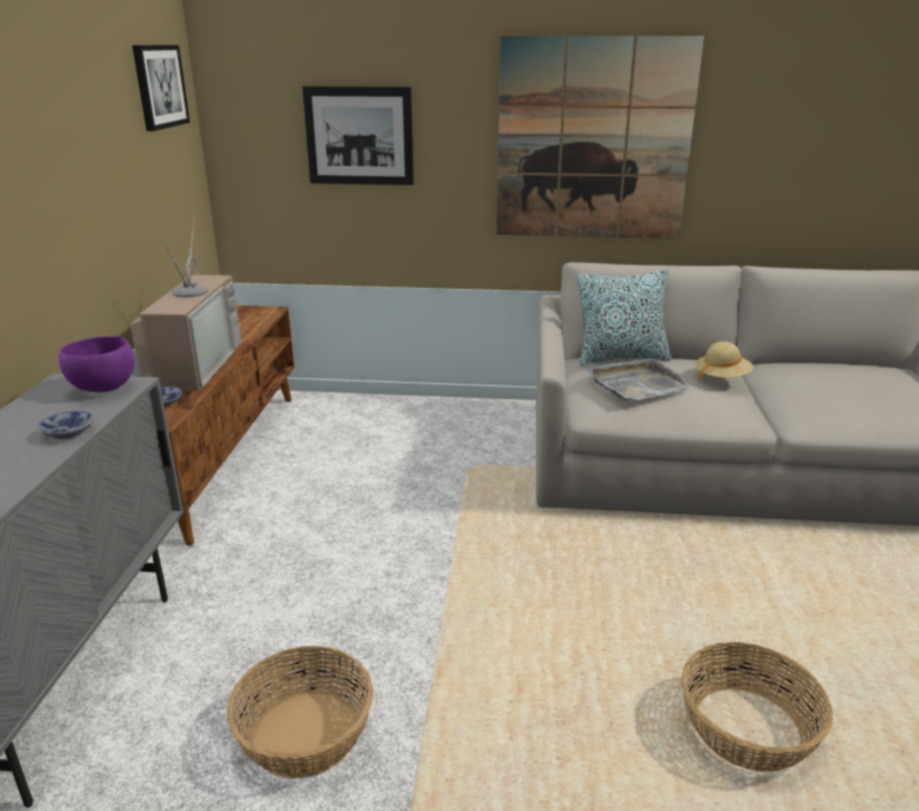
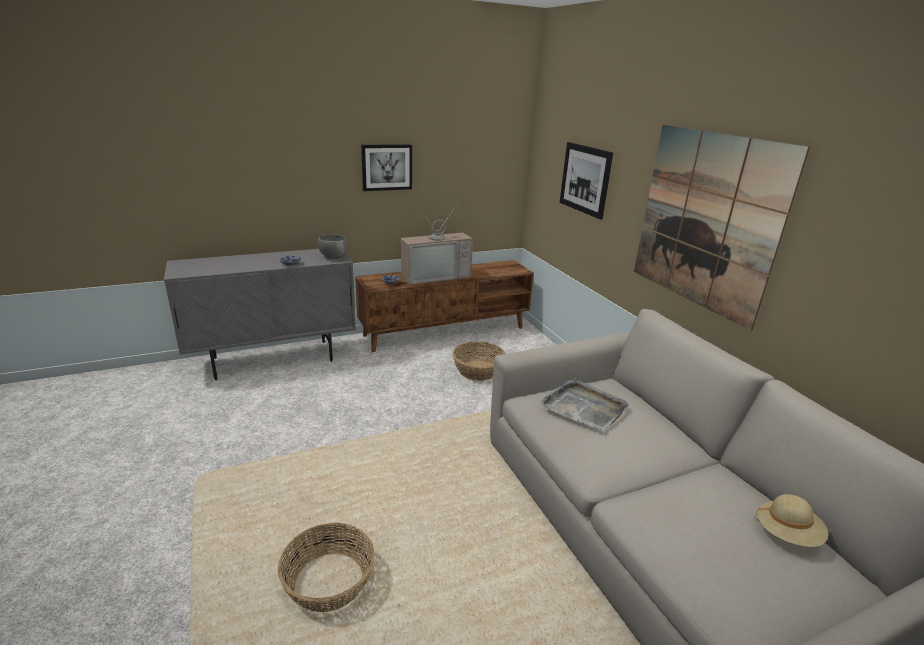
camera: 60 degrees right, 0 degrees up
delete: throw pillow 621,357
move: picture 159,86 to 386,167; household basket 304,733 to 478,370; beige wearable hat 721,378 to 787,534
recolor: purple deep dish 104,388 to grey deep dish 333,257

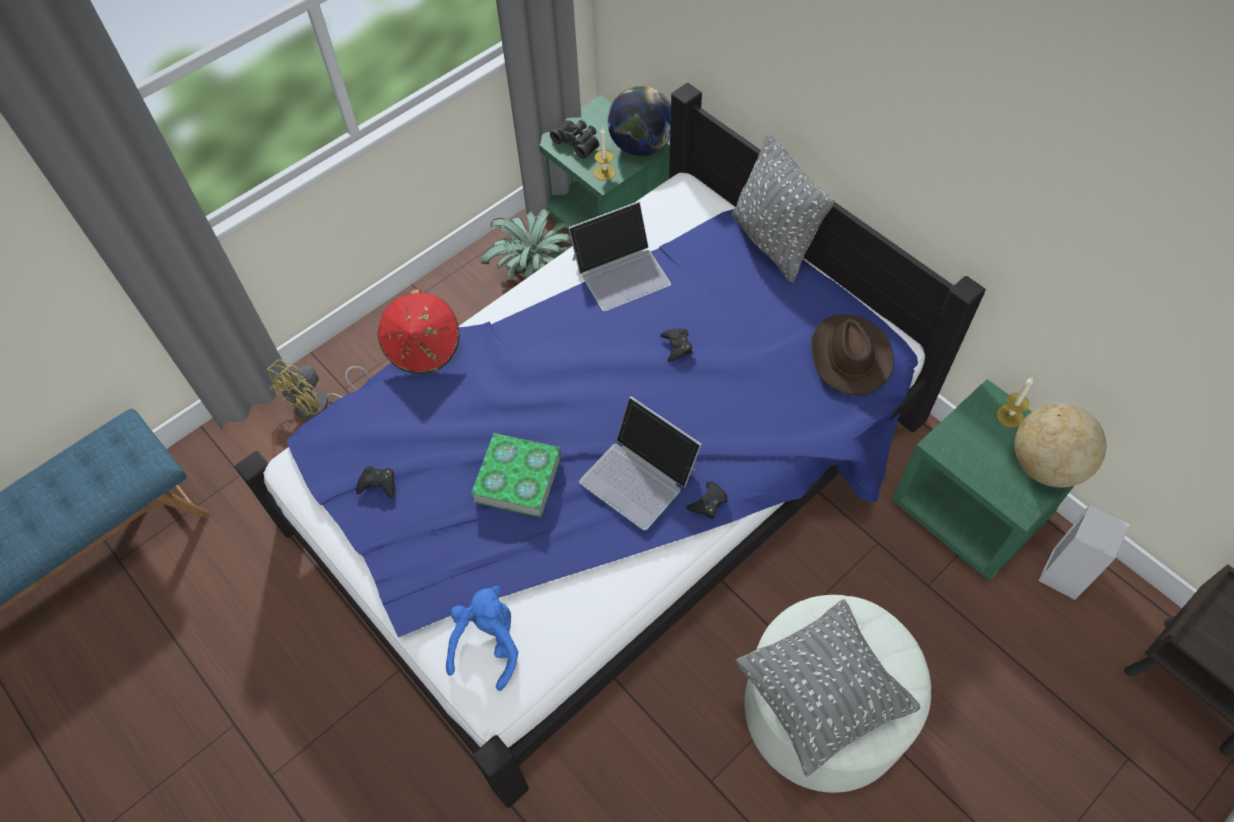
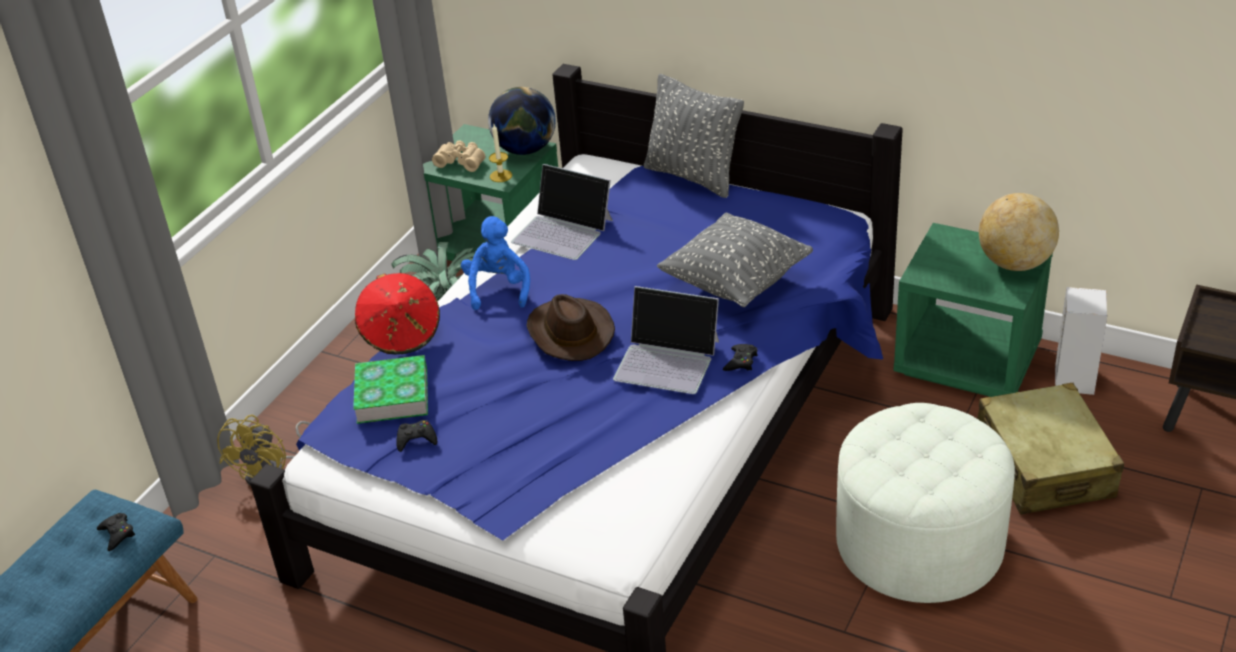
camera: 20 degrees left, 20 degrees down
delete: wax light 1009,416
insert: beige travel case 1044,465
move: blue-coloured plush toy 488,643 to 498,289; book 518,478 to 392,395; black game controller 676,346 to 117,534; grey throw pillow 821,694 to 735,283; brown wearable hat 849,356 to 569,332
recolor: black binoculars 578,142 to beige binoculars 461,161
rotate: laptop 621,270 = 563,231 75 degrees clockwise

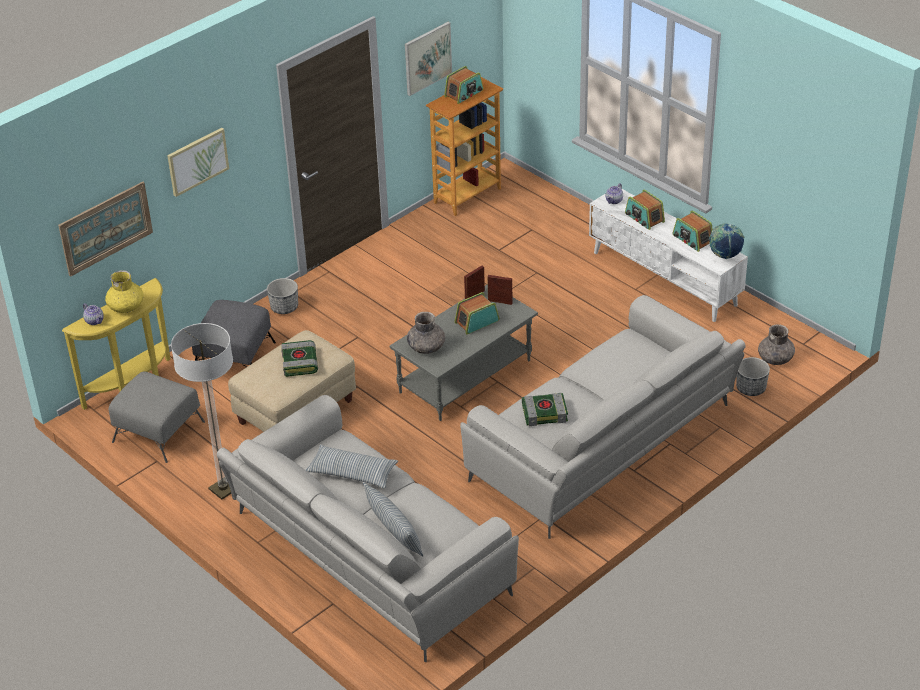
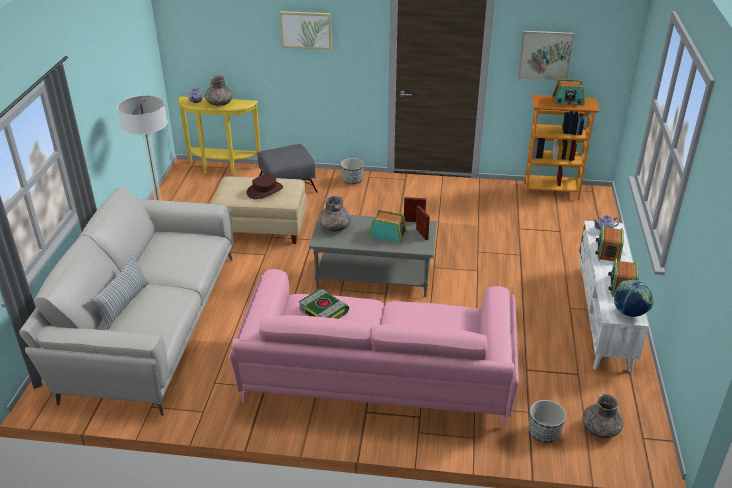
camera: 50 degrees right, 5 degrees down
delete: picture 106,228; grey footrest 158,431; throw pillow 352,473
replace: book 300,363 to brown wearable hat 265,190
recolor: yellow-coloured decorative vase 126,306 to grey decorative vase 219,103; grey couch 603,445 to pink-coloured couch 376,380

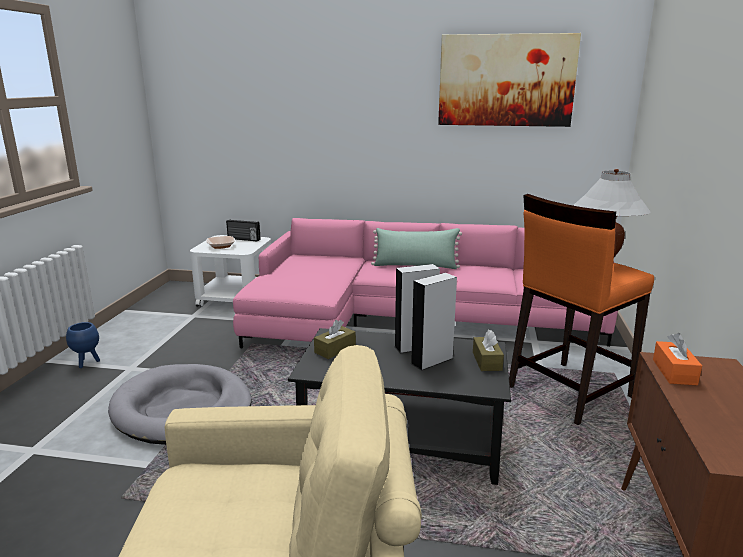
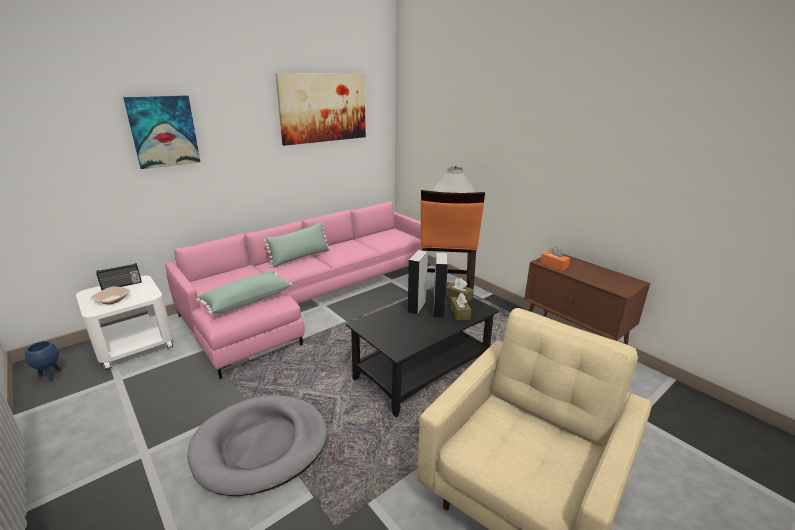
camera: 50 degrees left, 5 degrees up
insert: picture 163,131; greenish throw pillow 247,300
move: blue-coloured flower pot 87,363 to 50,375; brown tissue holder 335,349 to 459,313

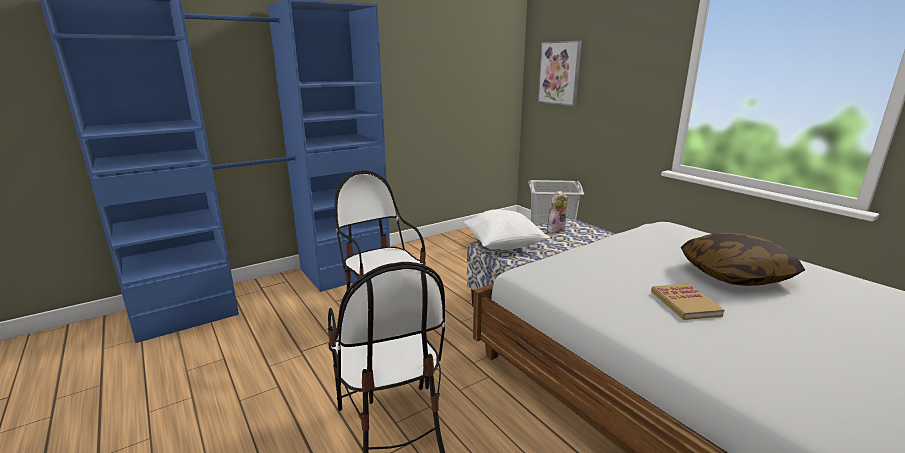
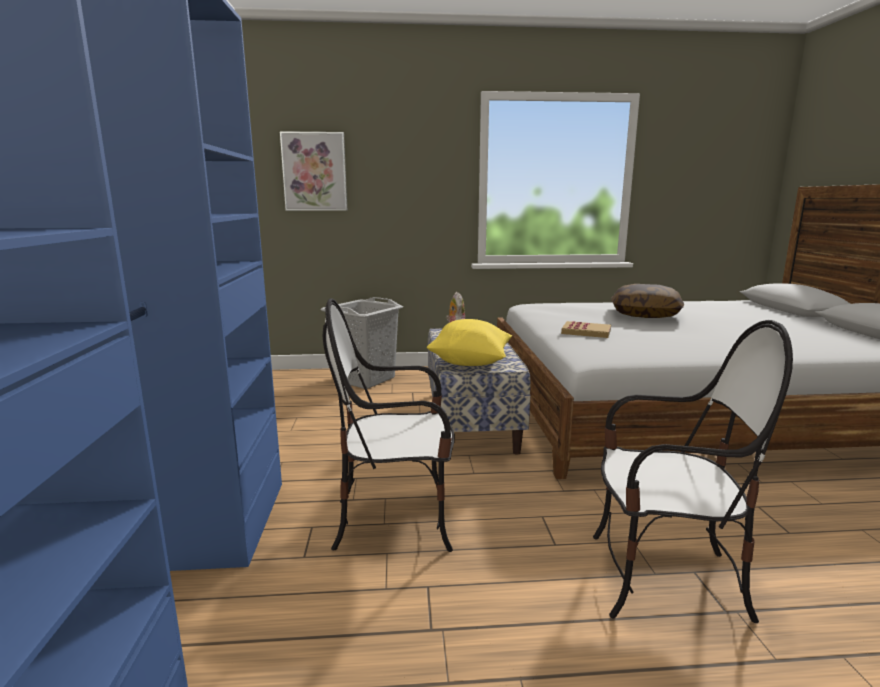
camera: 60 degrees left, 5 degrees down
move: book 685,303 to 586,332
recolor: whitish throw pillow 503,246 to yellow-coloured throw pillow 471,363

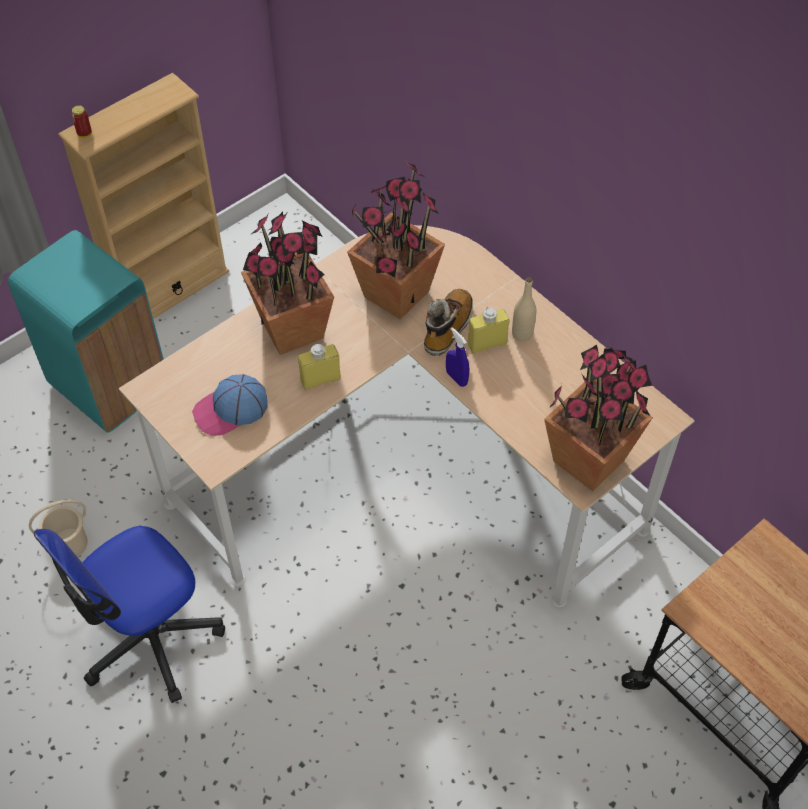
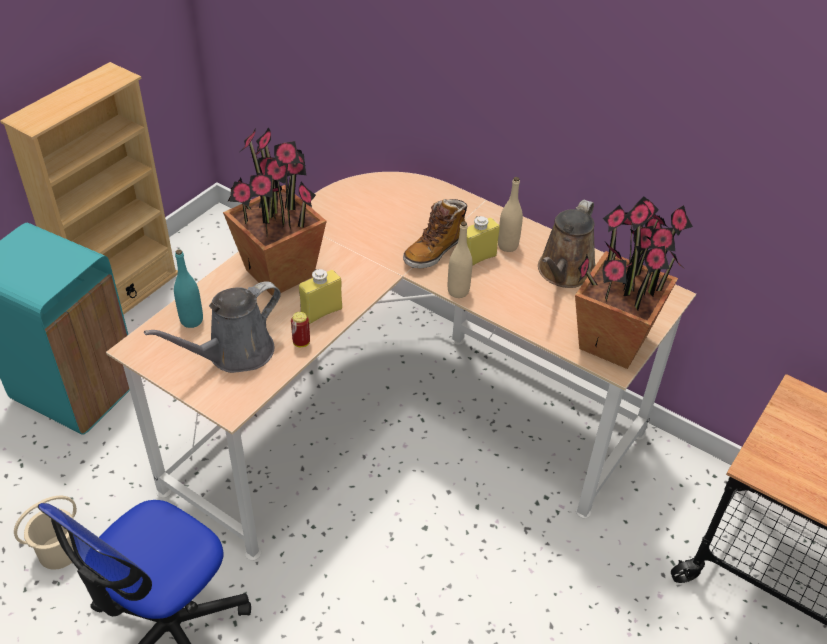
camera: 15 degrees left, 10 degrees down
delete: potted plant 395,294
insert: turquoise-coloured beverage bottle 191,320; brown watering can 564,272
move: sealed can 84,134 to 301,343
replace: peaked cap 231,410 to grey watering can 234,353; blue-coloured hand sprayer 456,378 to beige beverage bottle 458,291
rotate: high-top boot 448,328 = 435,250 150 degrees counterclockwise

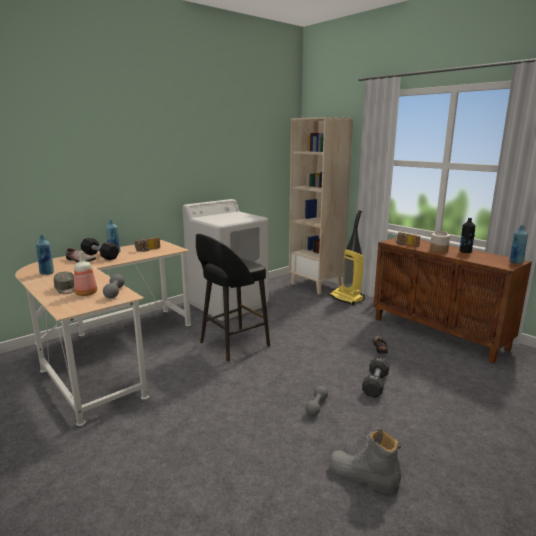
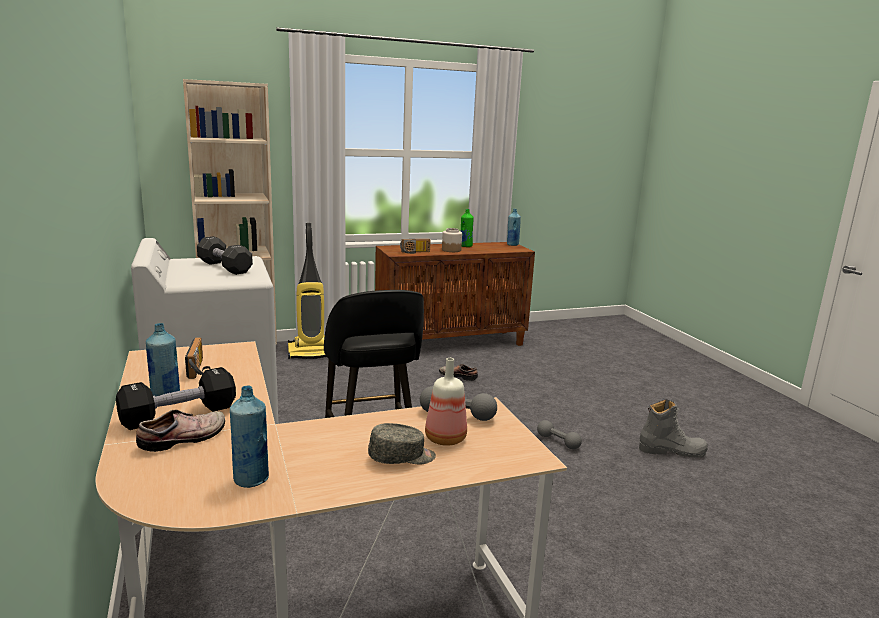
camera: 70 degrees left, 0 degrees up
move: black dumbbell 375,384 to 224,267
recolor: black beverage bottle 465,252 to greenish beverage bottle 466,246
rotate: grey high-top boot 363,477 = 671,450 135 degrees counterclockwise

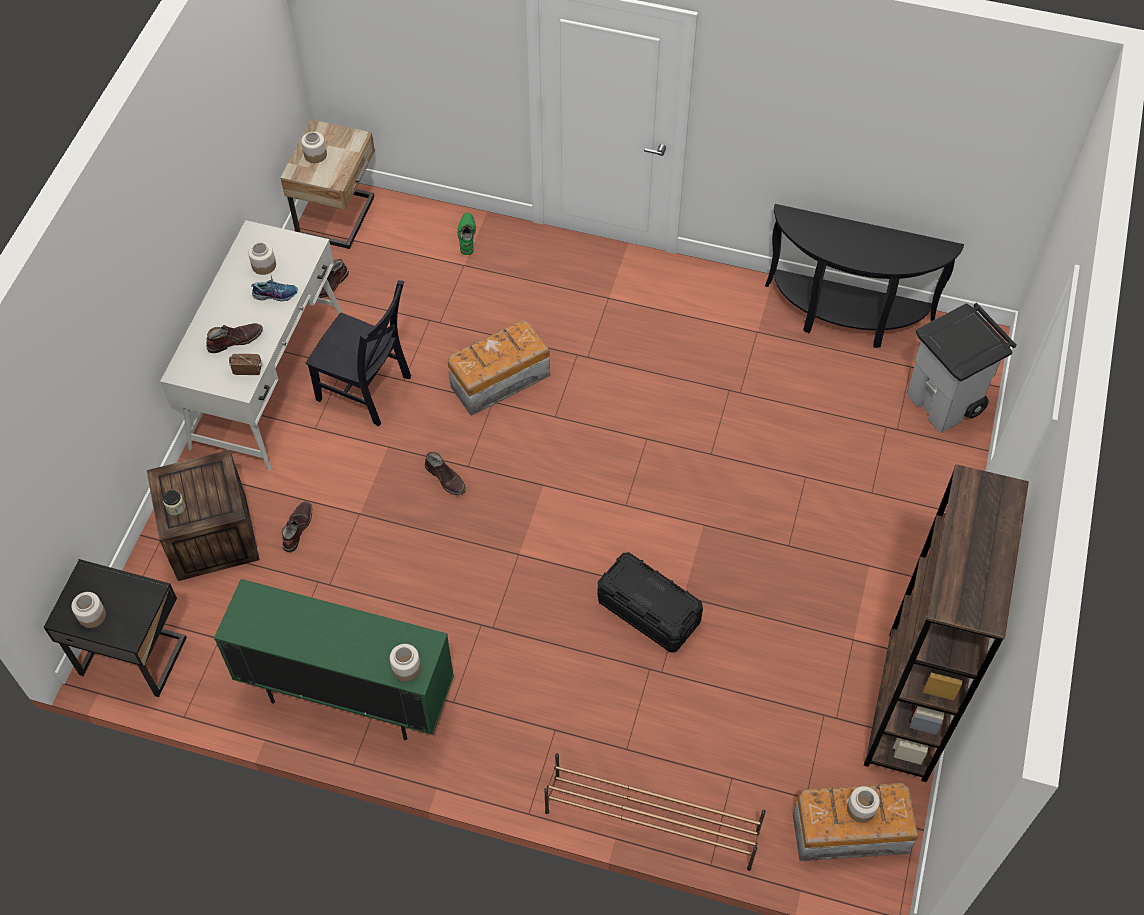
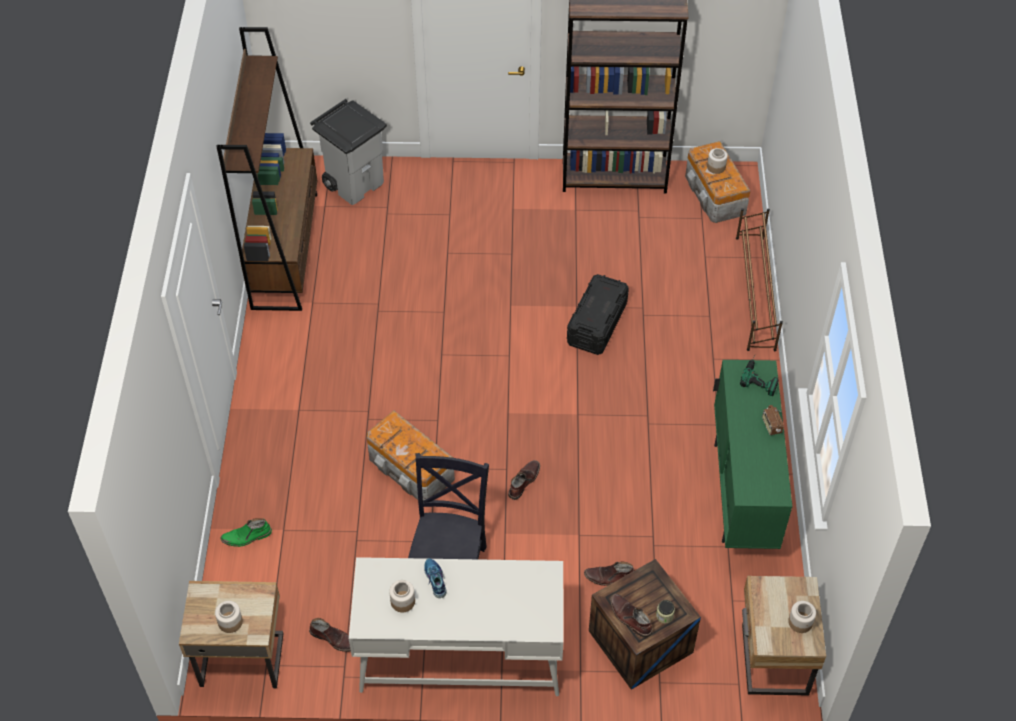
camera: 105 degrees left, 5 degrees down
move: brown high-top boot 235,340 to 630,618; radio receiver 247,369 to 771,426
replace: preserve jar 406,668 to electric drill 761,376; black narrow table 845,318 to brown bookcase 285,250
recolor: black nightstand 134,653 to beige nightstand 771,660

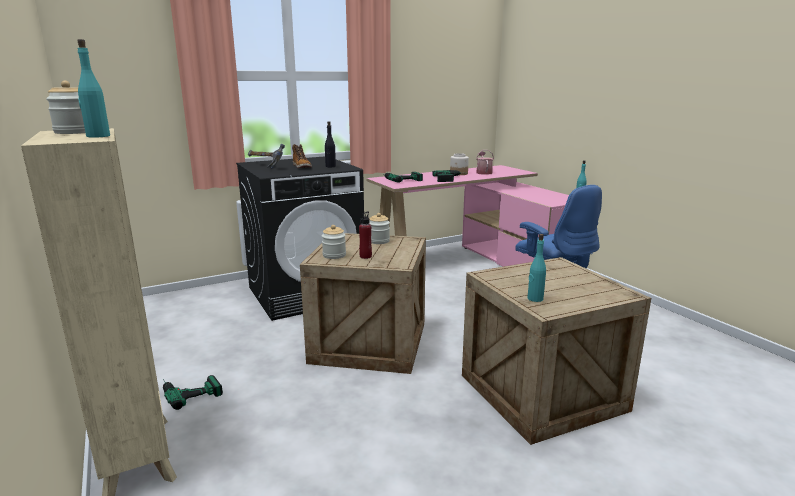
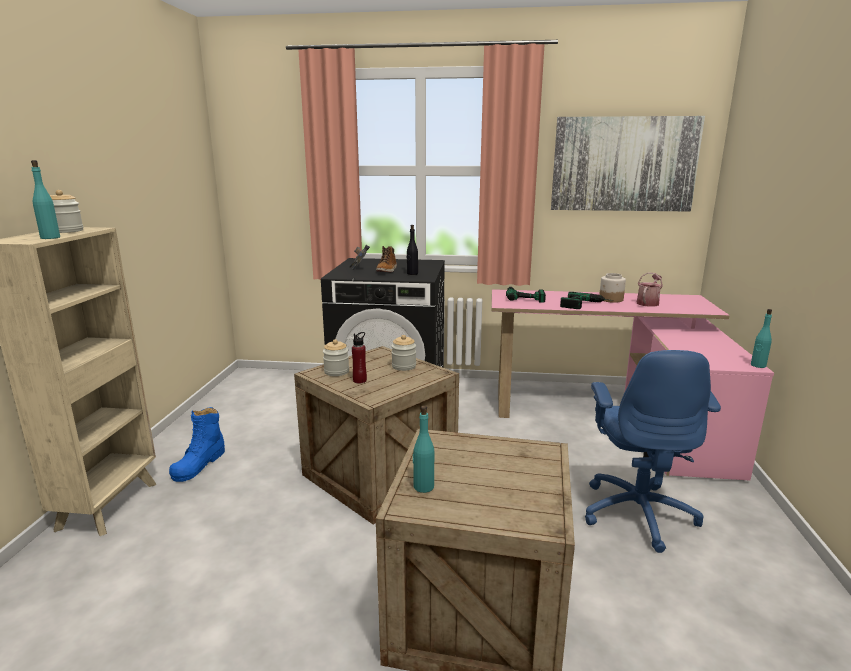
camera: 35 degrees right, 0 degrees up
insert: picture 623,164
replace: electric drill 189,390 to blue-coloured high-top boot 199,464

